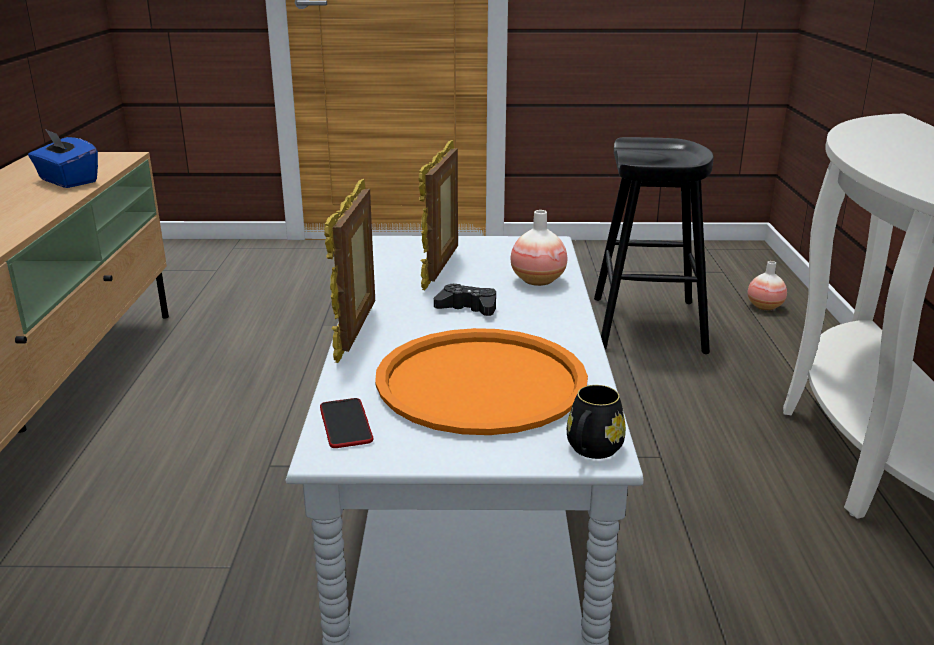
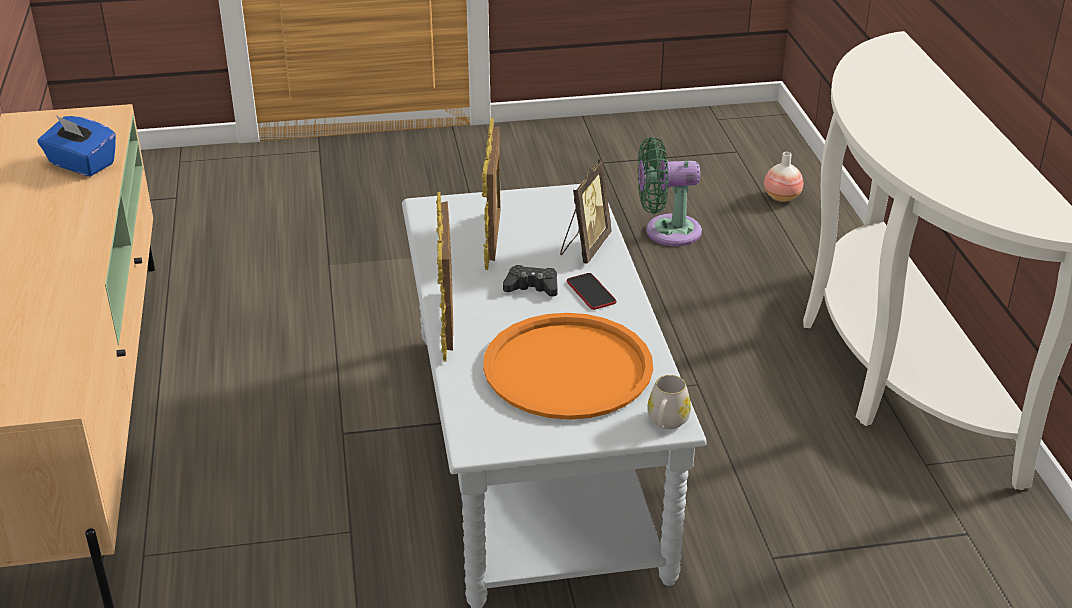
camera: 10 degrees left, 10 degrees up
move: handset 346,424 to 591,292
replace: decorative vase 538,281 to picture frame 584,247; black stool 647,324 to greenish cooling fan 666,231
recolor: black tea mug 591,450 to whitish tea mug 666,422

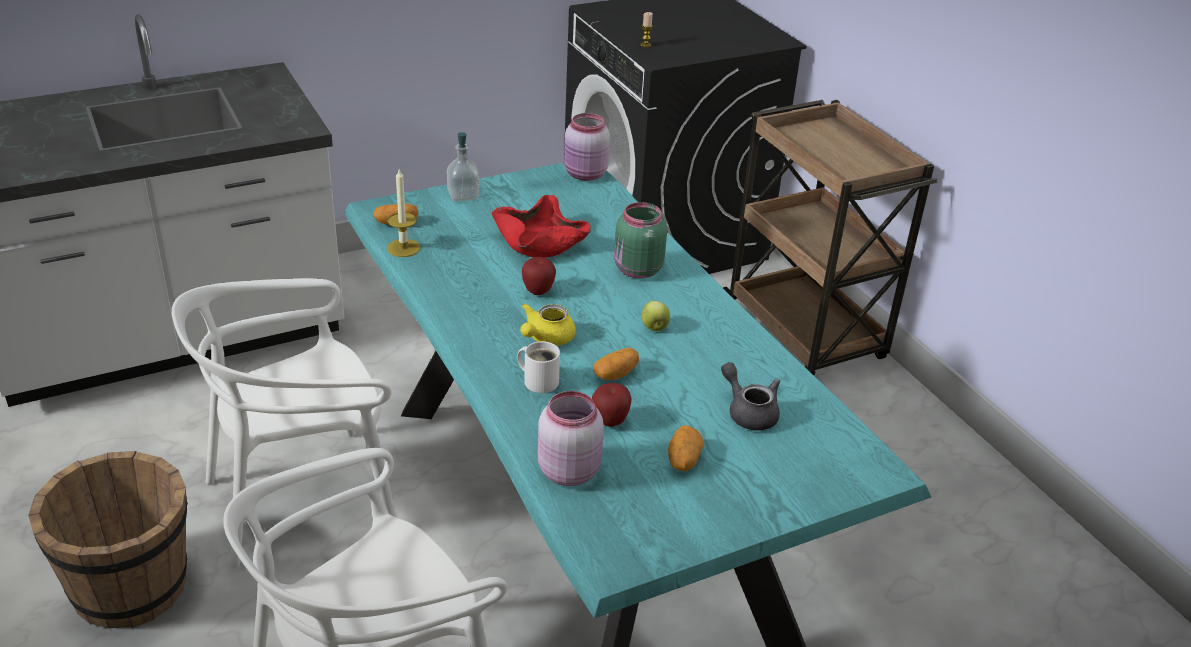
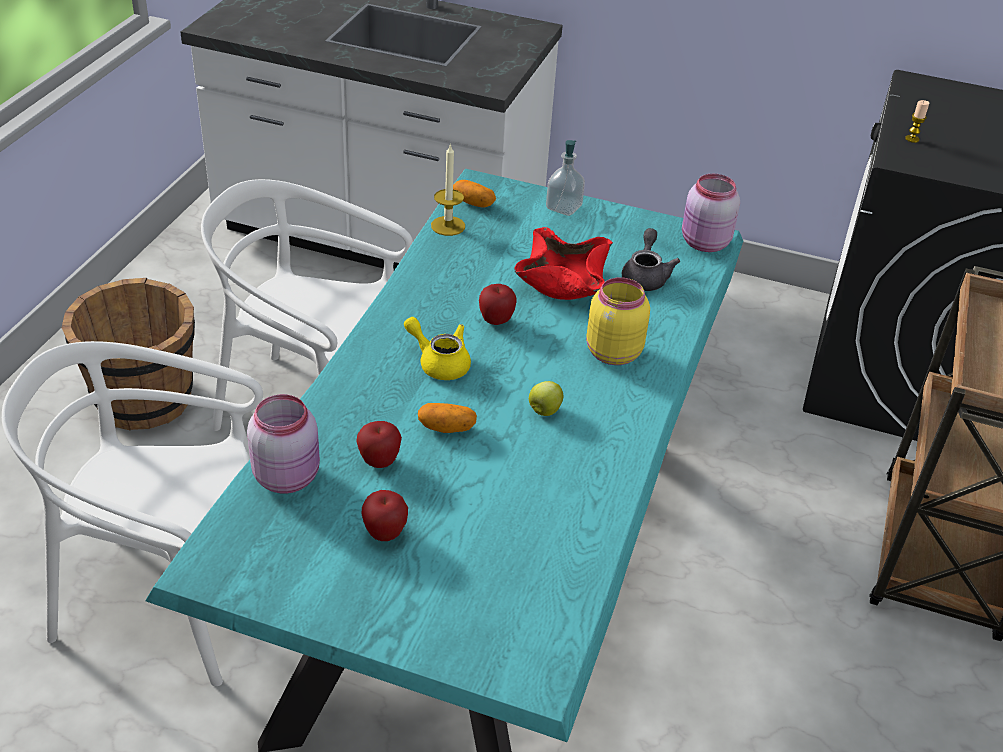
camera: 45 degrees right, 5 degrees up
delete: whitish tea mug 539,380
move: grey teapot 749,412 to 645,276
replace: whole potato 683,459 to whole apple 385,533
recolor: greenish preserve jar 637,270 to yellow-coloured preserve jar 611,352
rotate: yellow-coloured teapot 546,338 = 439,362 45 degrees clockwise

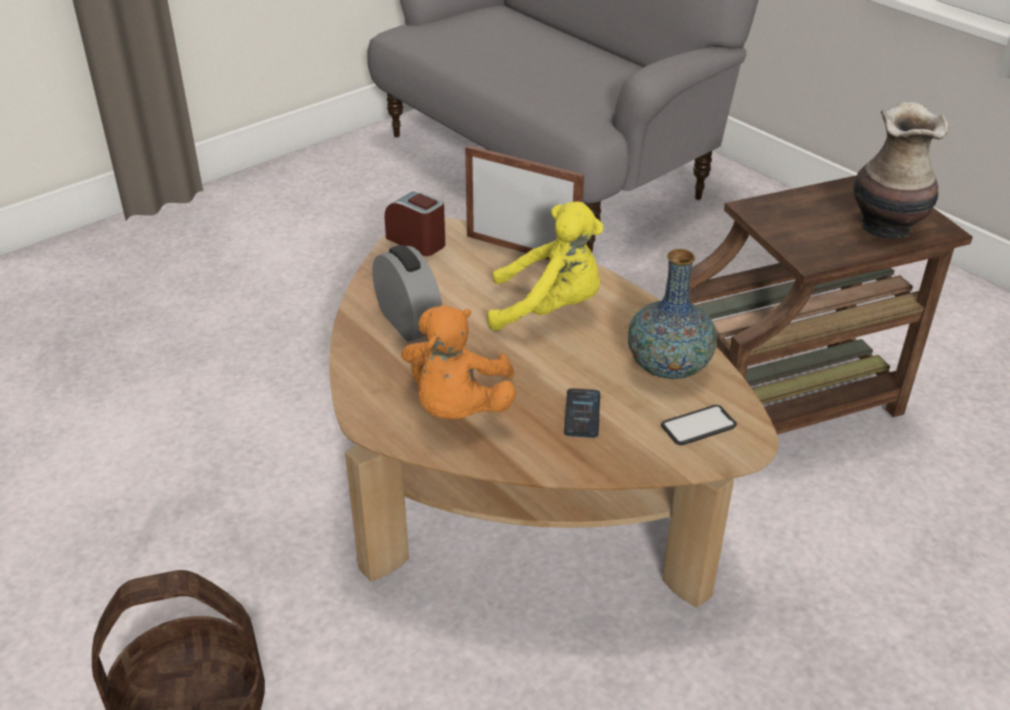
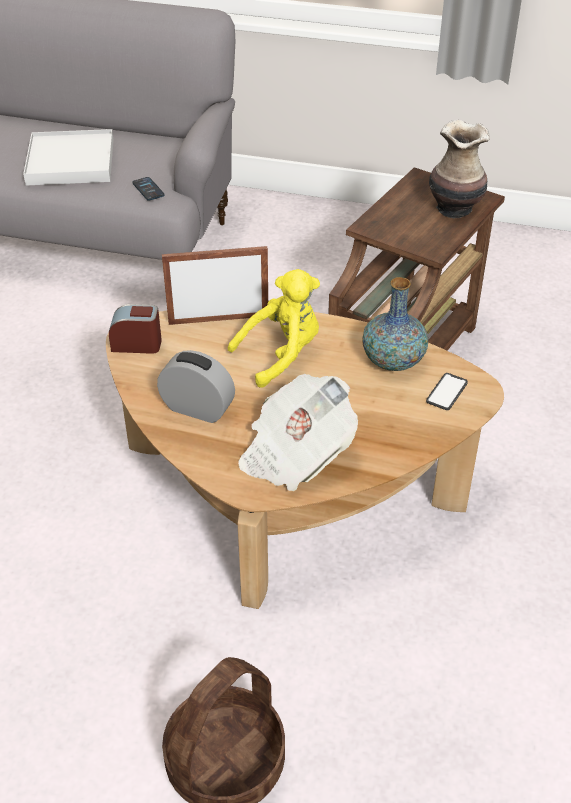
camera: 35 degrees left, 5 degrees up
insert: whitish tray 70,162
move: handset 582,414 to 148,189
replace: orange plush toy 457,408 to daily paper 295,453

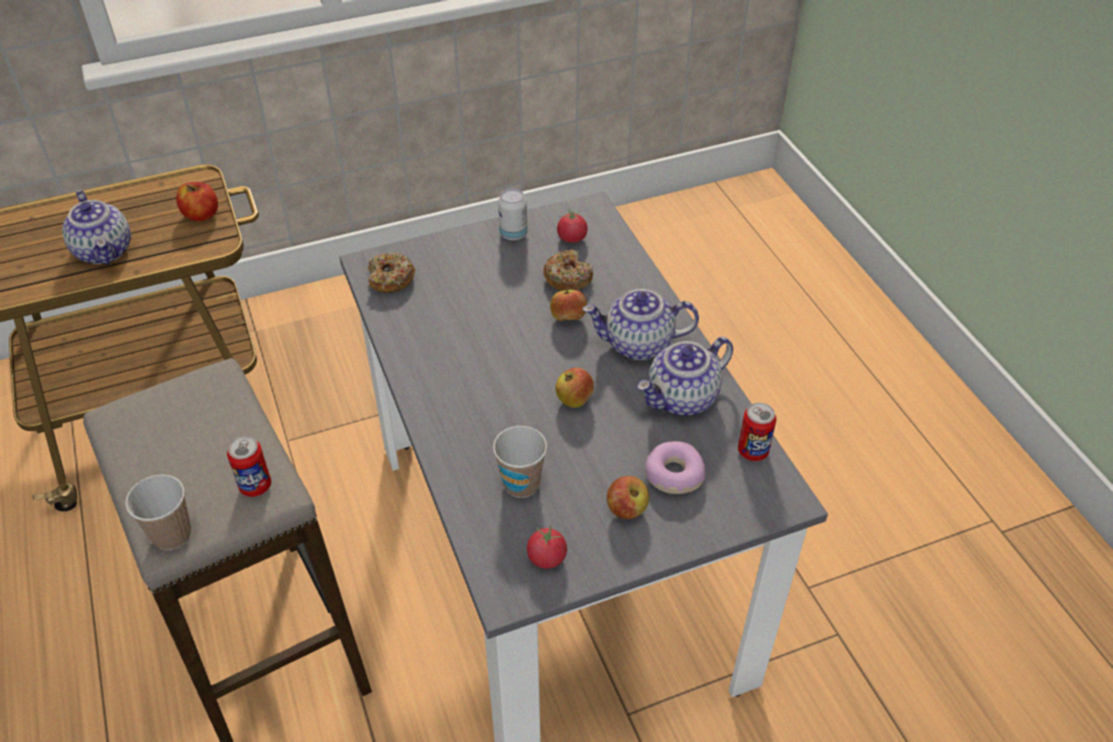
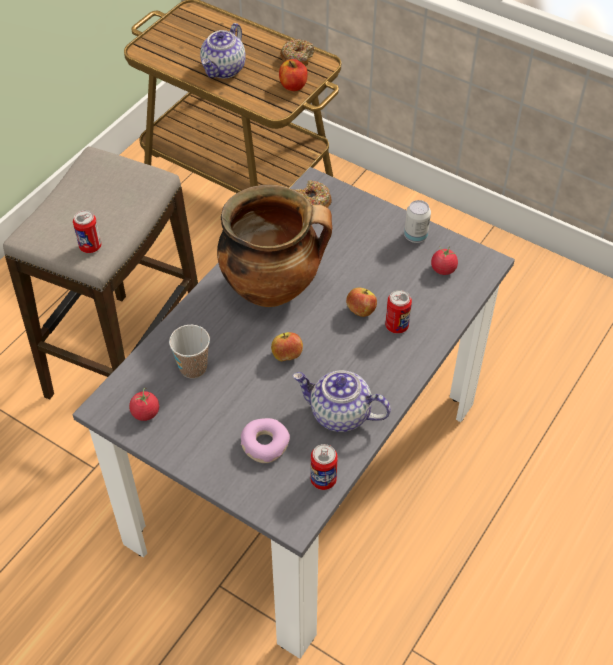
camera: 55 degrees right, 5 degrees up
delete: cup 172,535; teapot 638,344; whole apple 627,509
insert: cooking pot 273,288; sealed can 396,326
move: doughnut 567,278 to 297,58

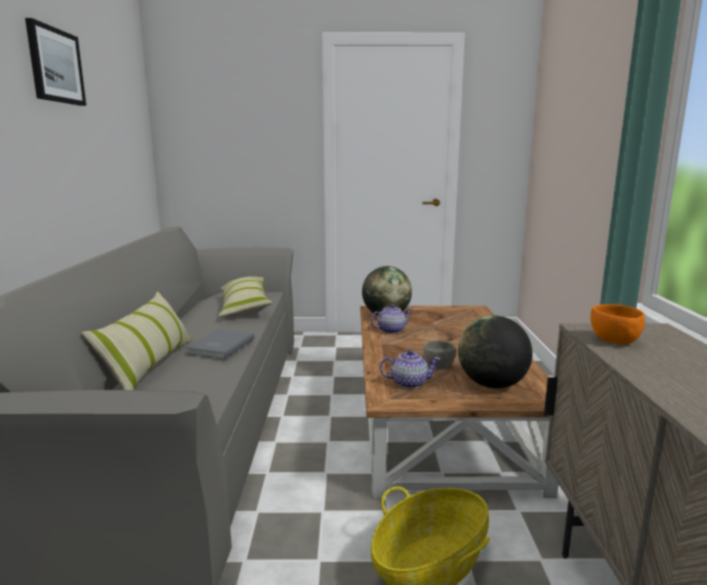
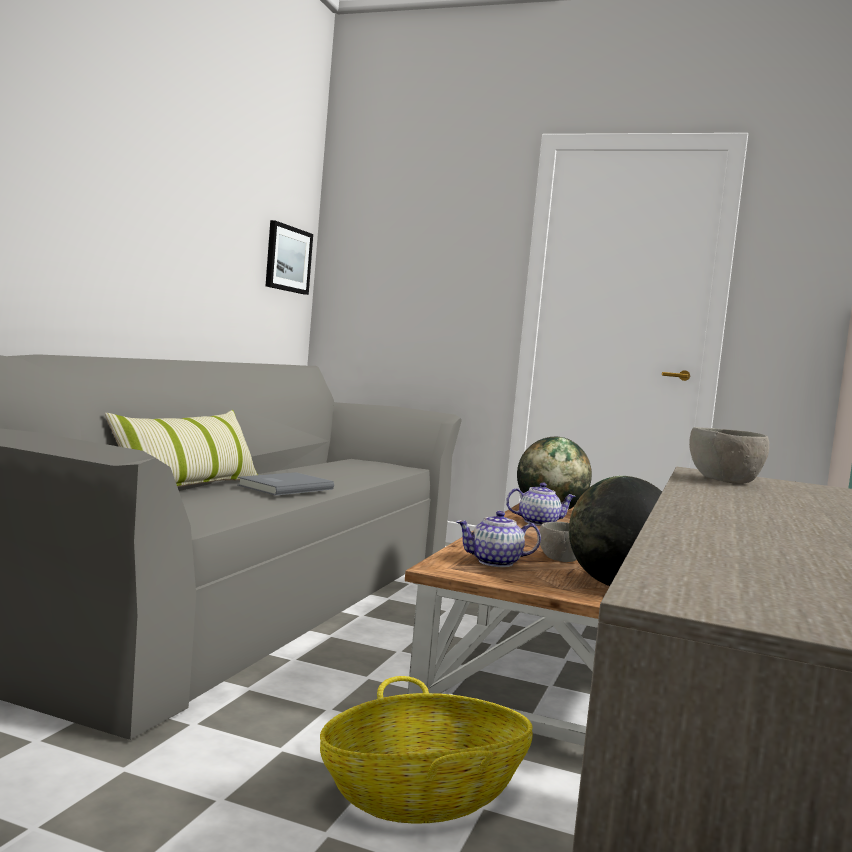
camera: 20 degrees right, 10 degrees down
delete: throw pillow 244,307
move: picture 55,65 to 288,259
recolor: orange deep dish 614,341 to grey deep dish 723,481
rotate: teapot 408,383 = 496,562 150 degrees clockwise

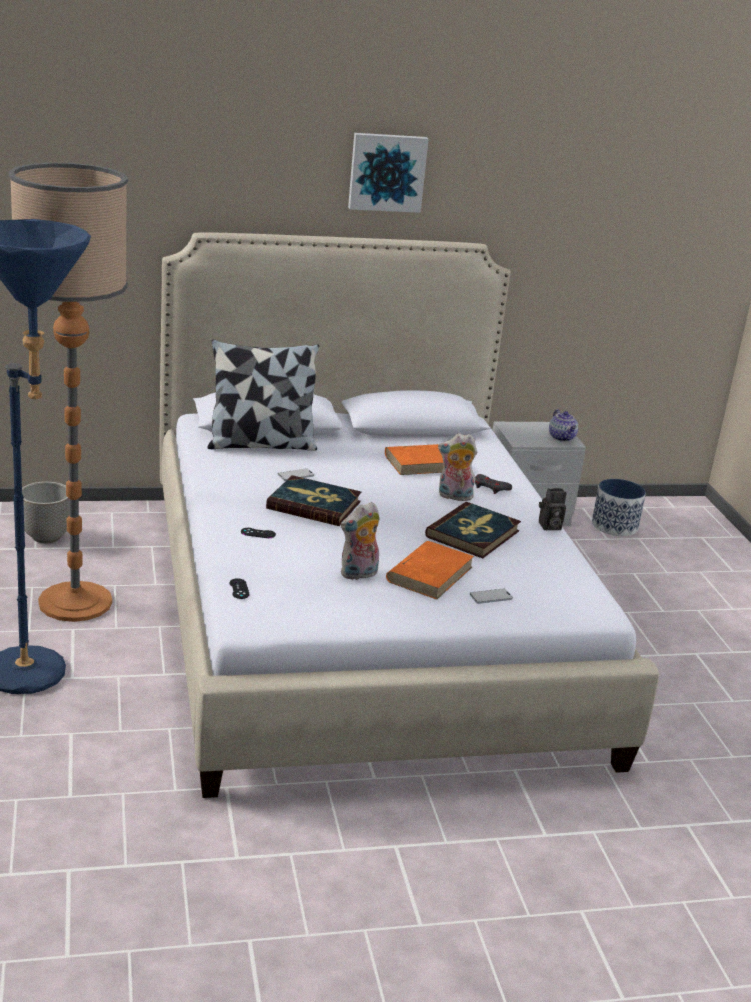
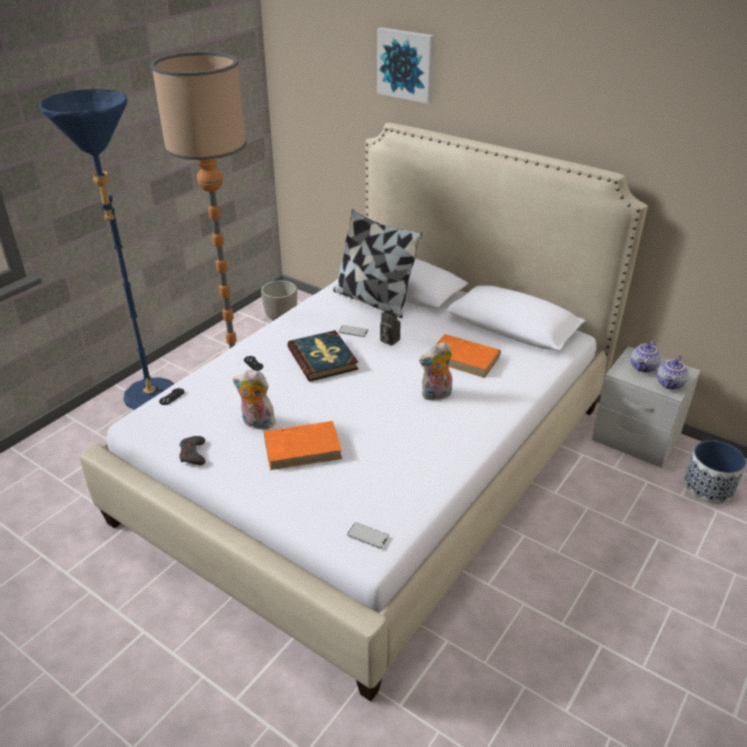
camera: 50 degrees right, 10 degrees up
delete: book 473,534
insert: teapot 643,367
move: picture 387,172 to 406,64; handset 490,597 to 368,536; grey game controller 490,487 to 193,454; photo camera 549,526 to 388,340
rotate: plush toy 454,497 = 436,395 75 degrees counterclockwise

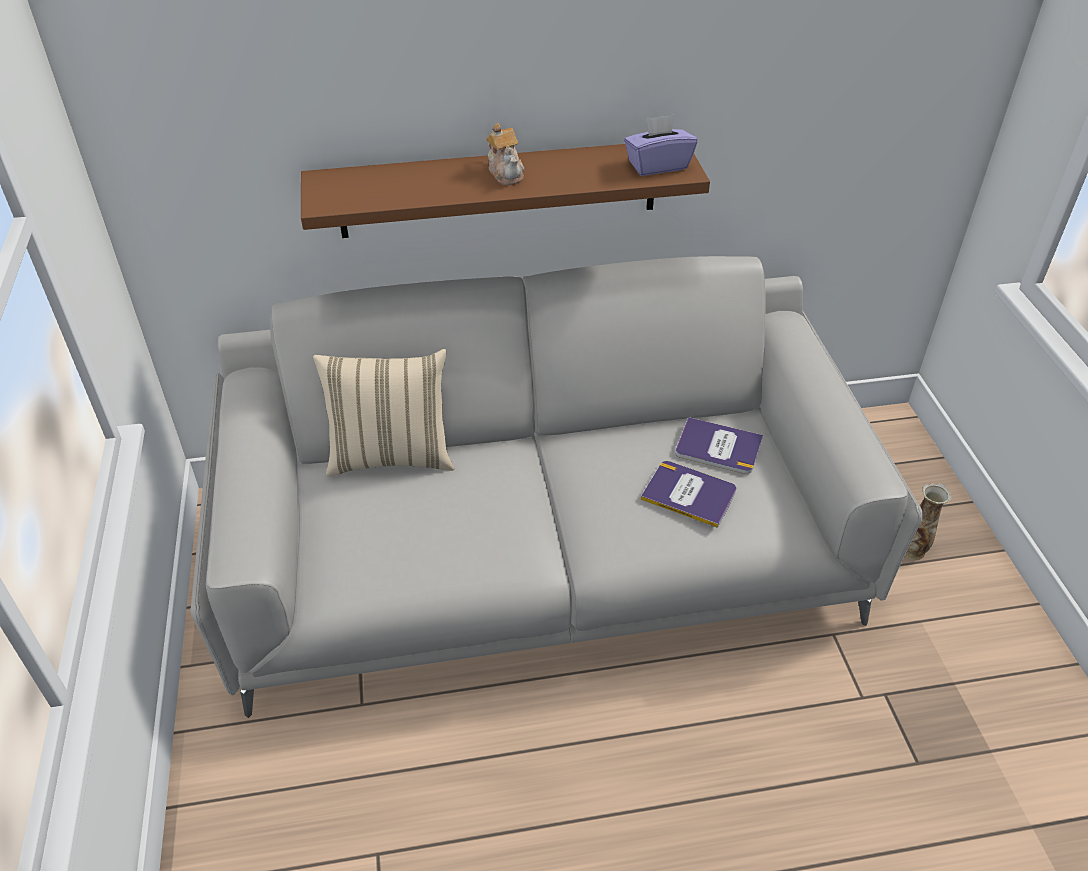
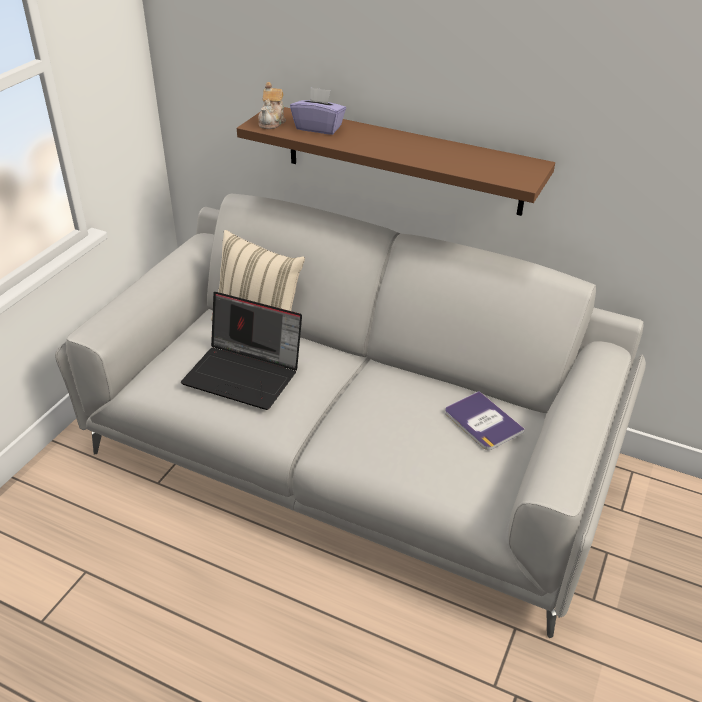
camera: 35 degrees right, 5 degrees down
delete: book 689,494; decorative vase 913,550
insert: laptop 245,374
move: teapot 506,172 to 272,122; purple tissue holder 657,165 to 318,128

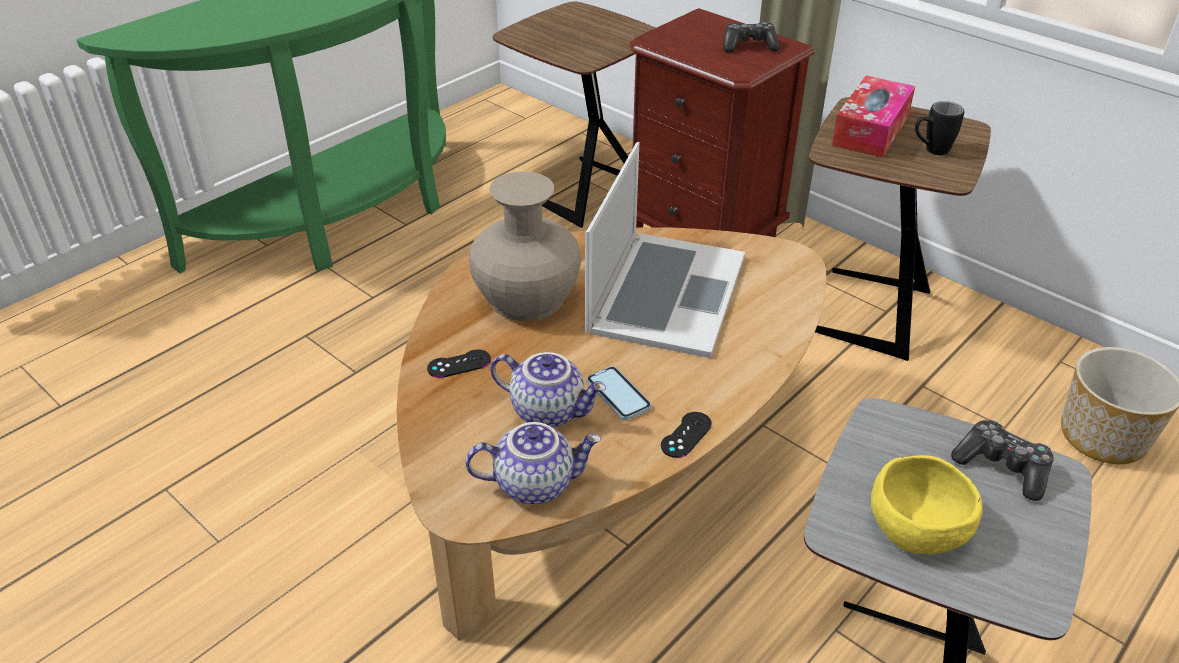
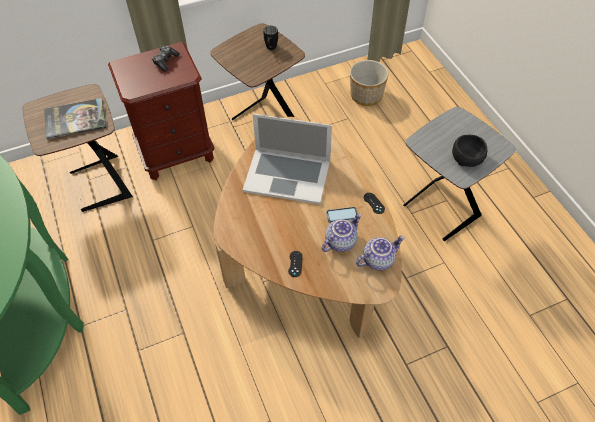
camera: 65 degrees left, 15 degrees up
delete: beige decorative vase 526,297; tissue holder 870,130; game controller 1002,467
insert: book 75,119
recolor: yellow-coloured deep dish 920,528 to black deep dish 467,157
rotate: teapot 535,483 = 378,259 45 degrees clockwise; laptop 666,293 = 287,175 150 degrees clockwise

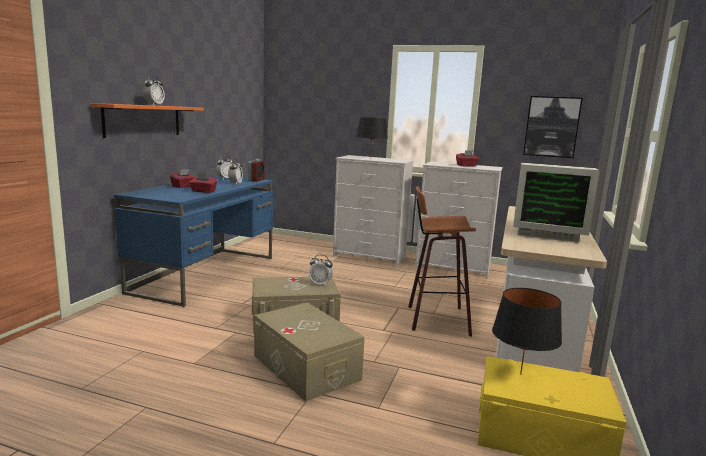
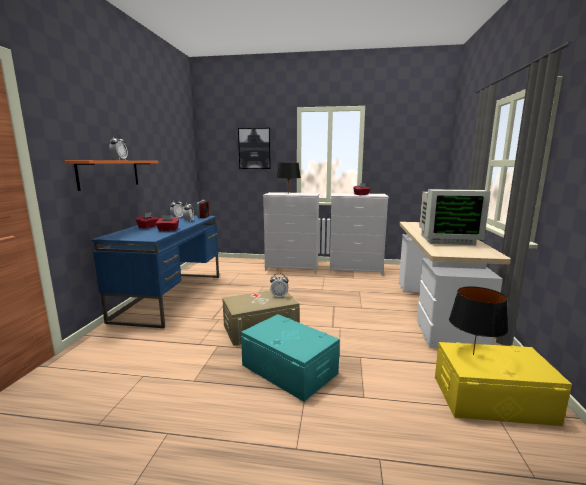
camera: 10 degrees left, 0 degrees up
delete: stool 435,319
move: picture 551,127 to 254,148
recolor: beige storage container 306,367 to turquoise-coloured storage container 289,369

